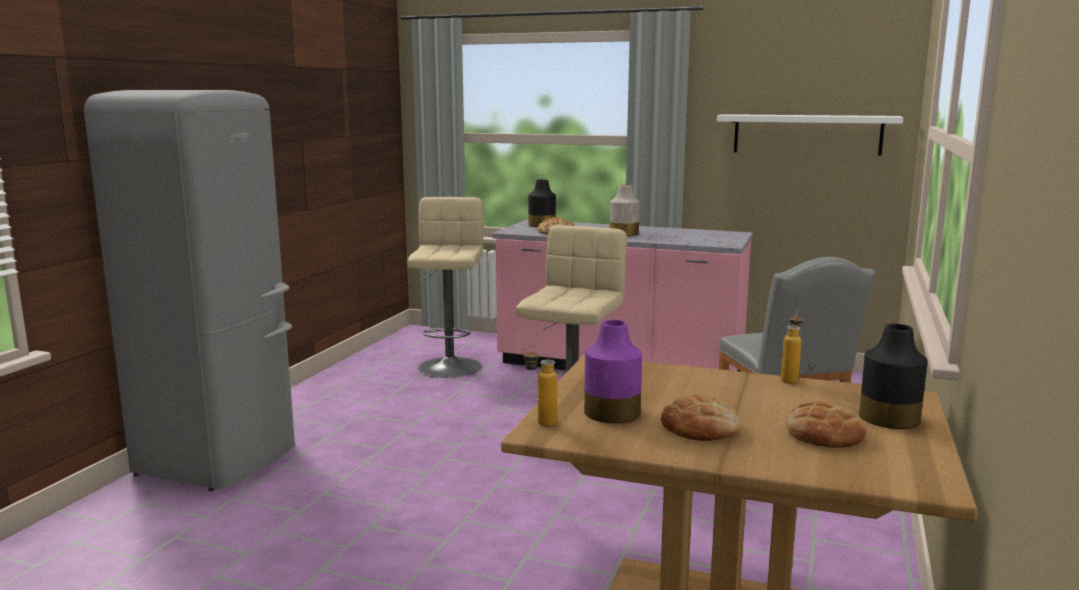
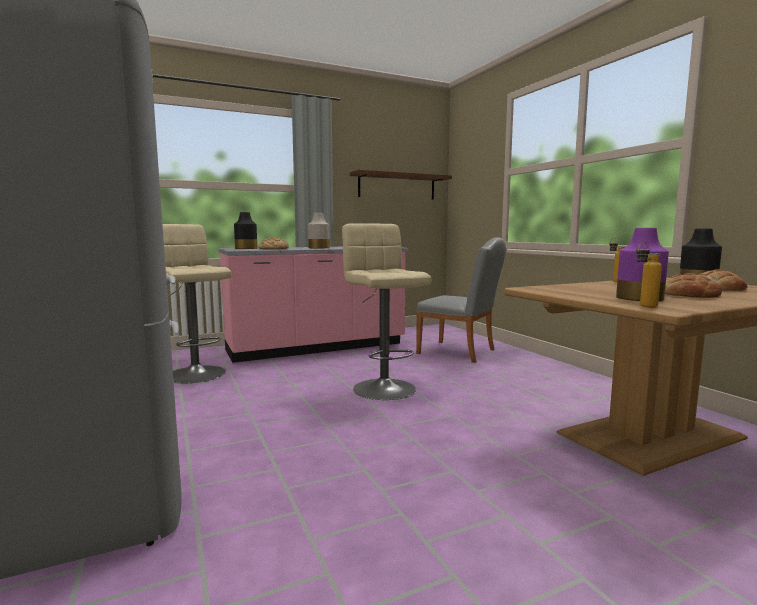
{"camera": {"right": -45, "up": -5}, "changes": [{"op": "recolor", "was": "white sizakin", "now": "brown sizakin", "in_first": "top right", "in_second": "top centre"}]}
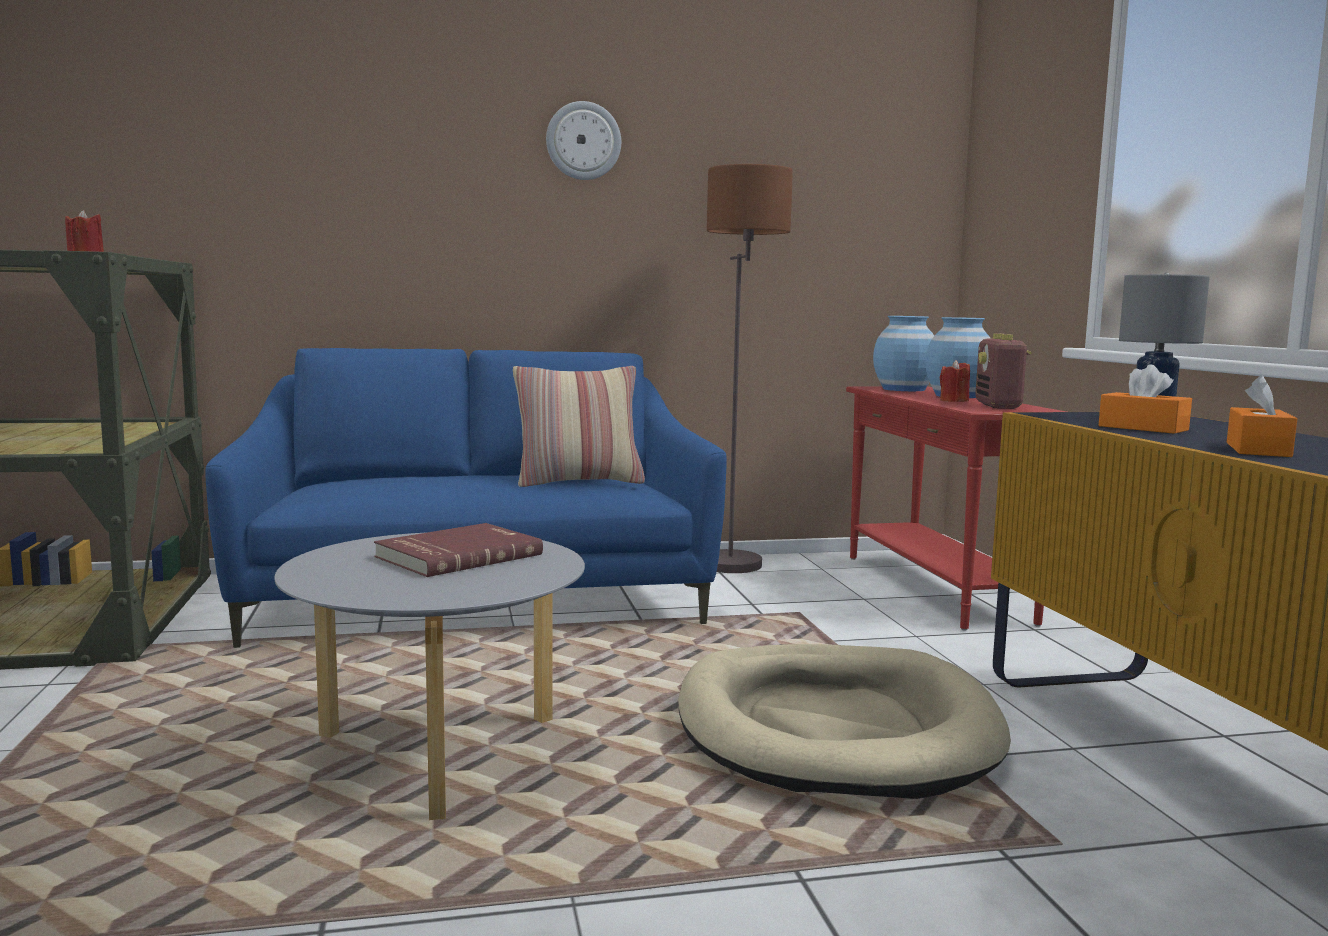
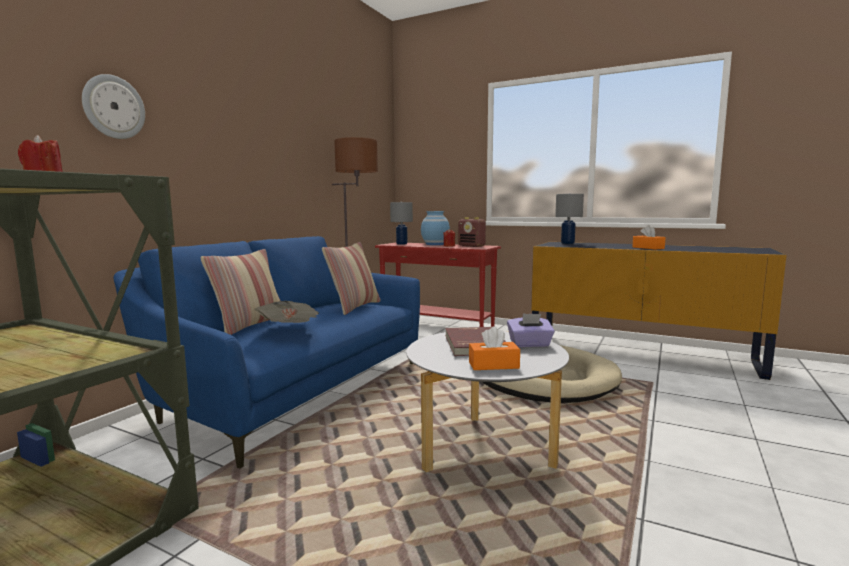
{"camera": {"right": -50, "up": 0}, "changes": [{"op": "move", "was": "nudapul", "in_first": "top centre", "in_second": "top left"}, {"op": "replace", "was": "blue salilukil (1st from left)", "now": "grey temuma (1st from left)", "in_first": "middle right", "in_second": "centre"}, {"op": "move", "was": "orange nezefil (1st from left)", "in_first": "middle right", "in_second": "centre"}, {"op": "insert", "now": "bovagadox (1st from left)", "in_second": "middle left"}, {"op": "insert", "now": "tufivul", "in_second": "centre"}, {"op": "insert", "now": "purple nezefil", "in_second": "centre"}]}
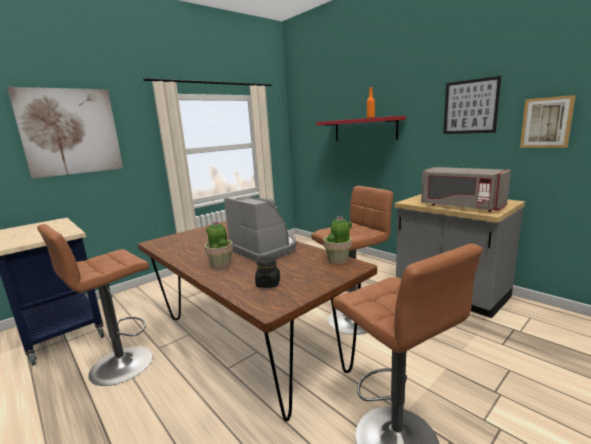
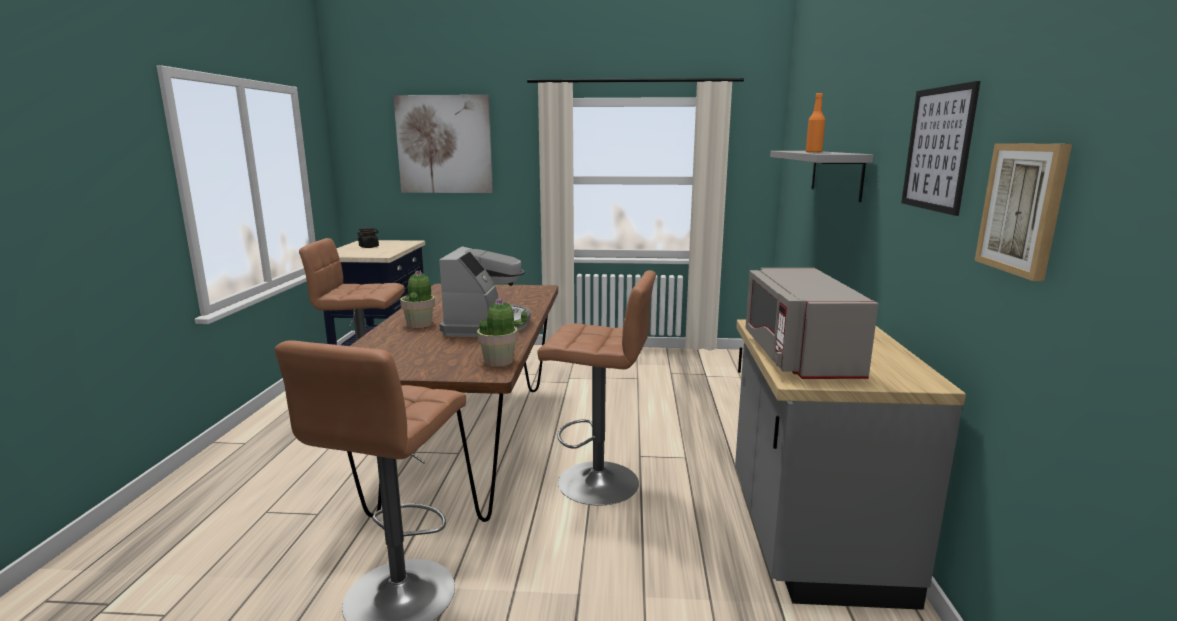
{"camera": {"right": 45, "up": 0}, "changes": [{"op": "move", "was": "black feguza", "in_first": "centre", "in_second": "middle left"}, {"op": "recolor", "was": "red sizakin", "now": "grey sizakin", "in_first": "top centre", "in_second": "top right"}]}
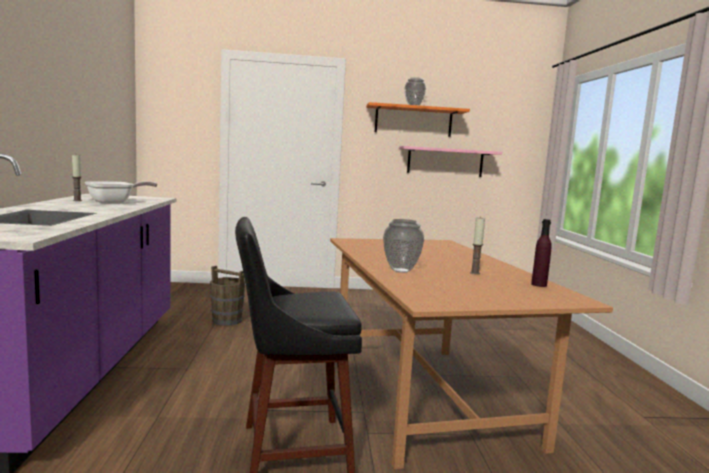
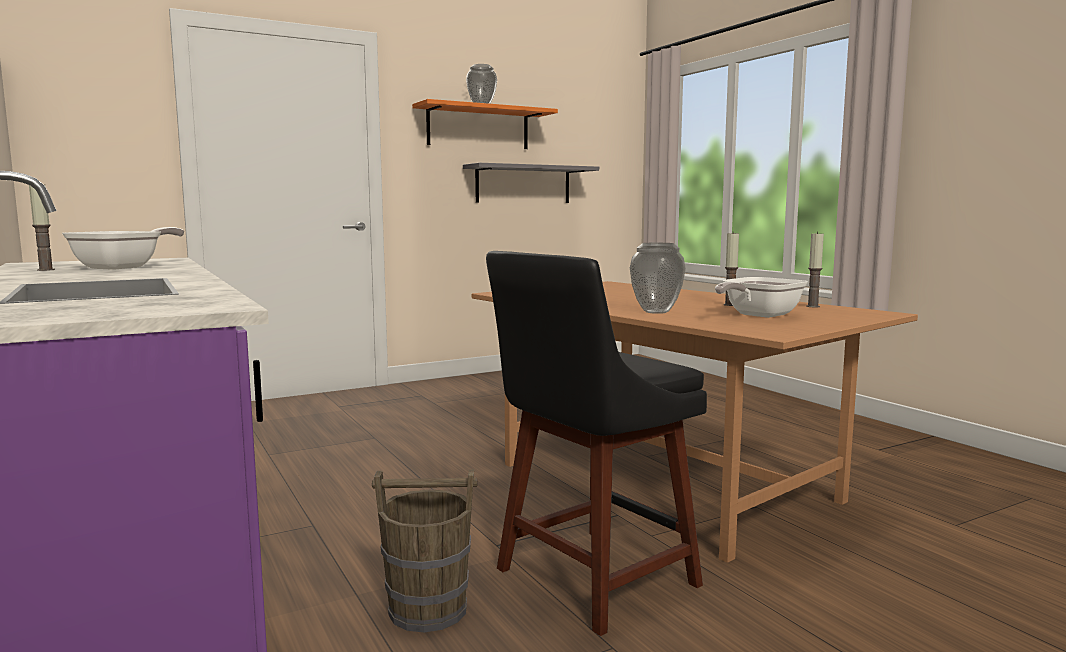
{"camera": {"right": -25, "up": 0}, "changes": [{"op": "move", "was": "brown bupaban", "in_first": "middle left", "in_second": "bottom centre"}, {"op": "recolor", "was": "pink sizakin", "now": "grey sizakin", "in_first": "centre", "in_second": "top centre"}, {"op": "replace", "was": "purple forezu", "now": "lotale (3rd from left)", "in_first": "middle right", "in_second": "middle right"}, {"op": "insert", "now": "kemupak (2nd from left)", "in_second": "middle right"}]}
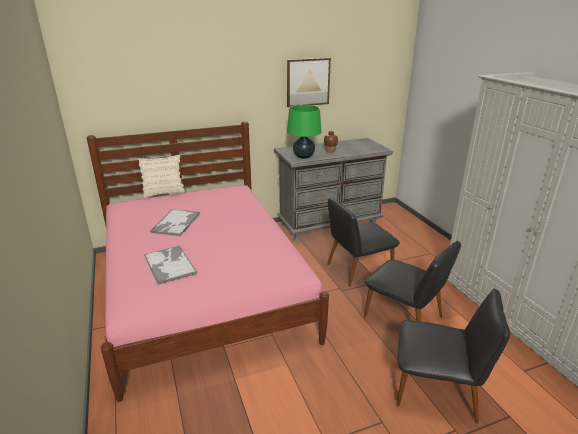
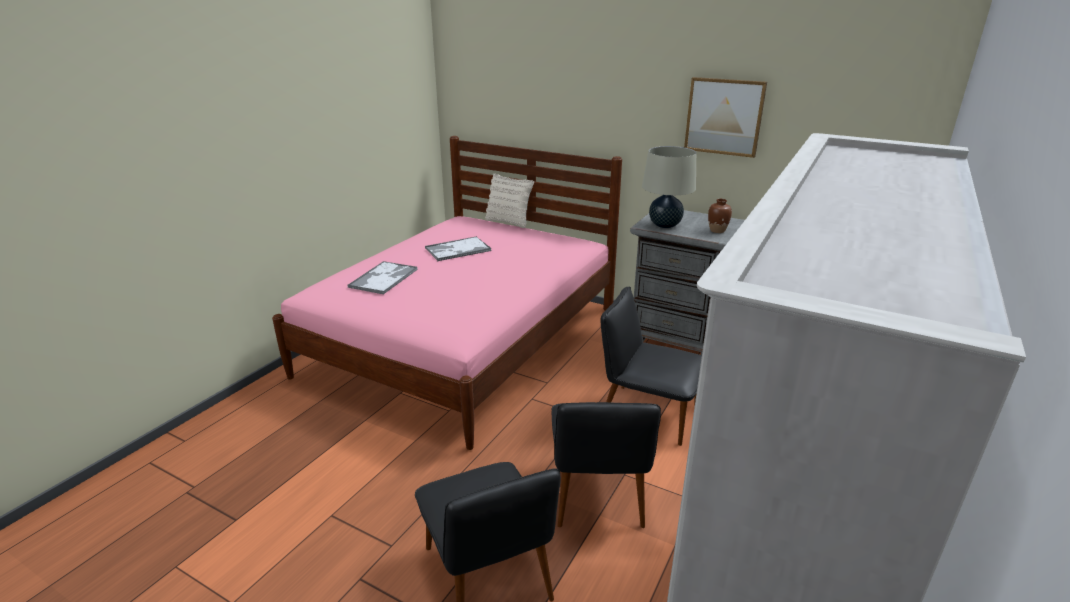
{"camera": {"right": 50, "up": 0}, "changes": [{"op": "recolor", "was": "green temuma", "now": "beige temuma", "in_first": "top centre", "in_second": "top centre"}]}
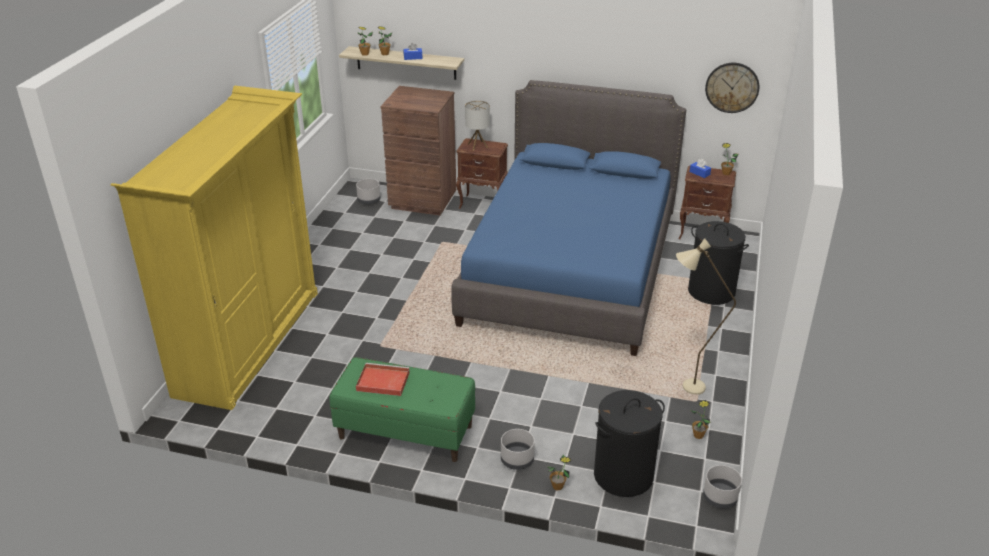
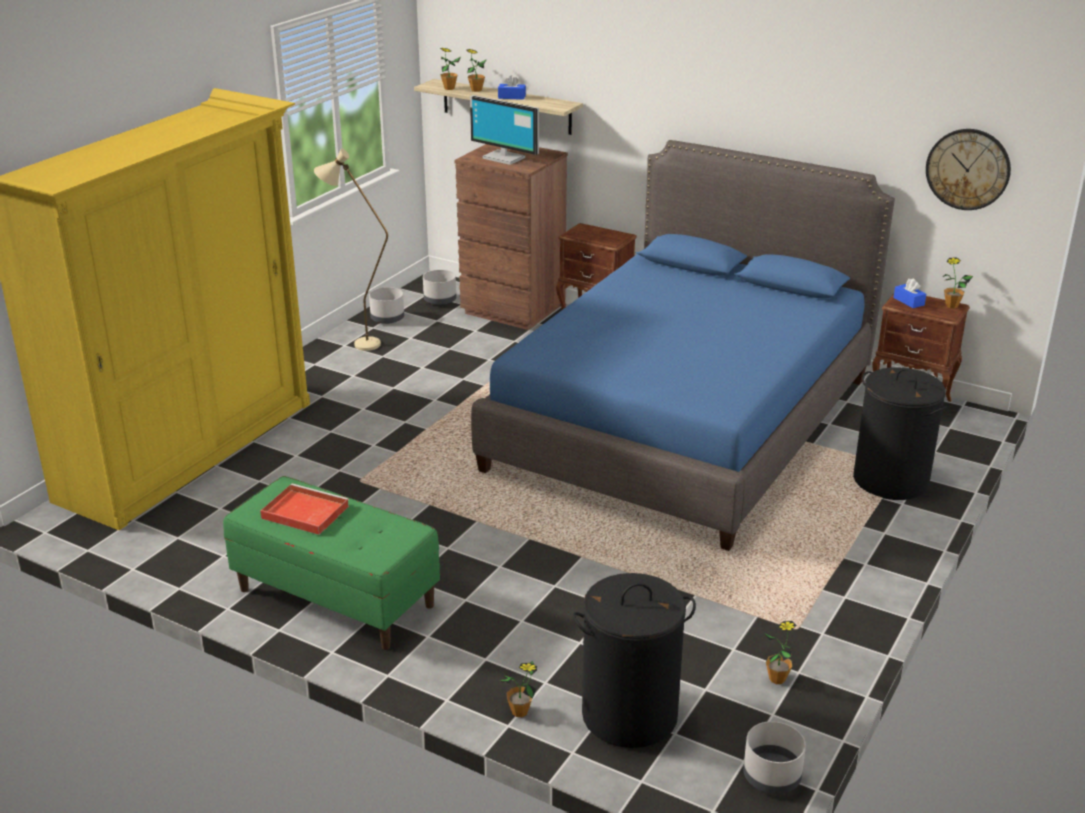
{"camera": {"right": 15, "up": -5}, "changes": [{"op": "delete", "was": "temuma", "in_first": "top centre"}, {"op": "move", "was": "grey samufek (2nd from left in the first image)", "now": "grey samufek (1st from left)", "in_first": "bottom centre", "in_second": "centre"}, {"op": "move", "was": "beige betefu", "in_first": "middle right", "in_second": "top left"}, {"op": "insert", "now": "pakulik", "in_second": "top centre"}]}
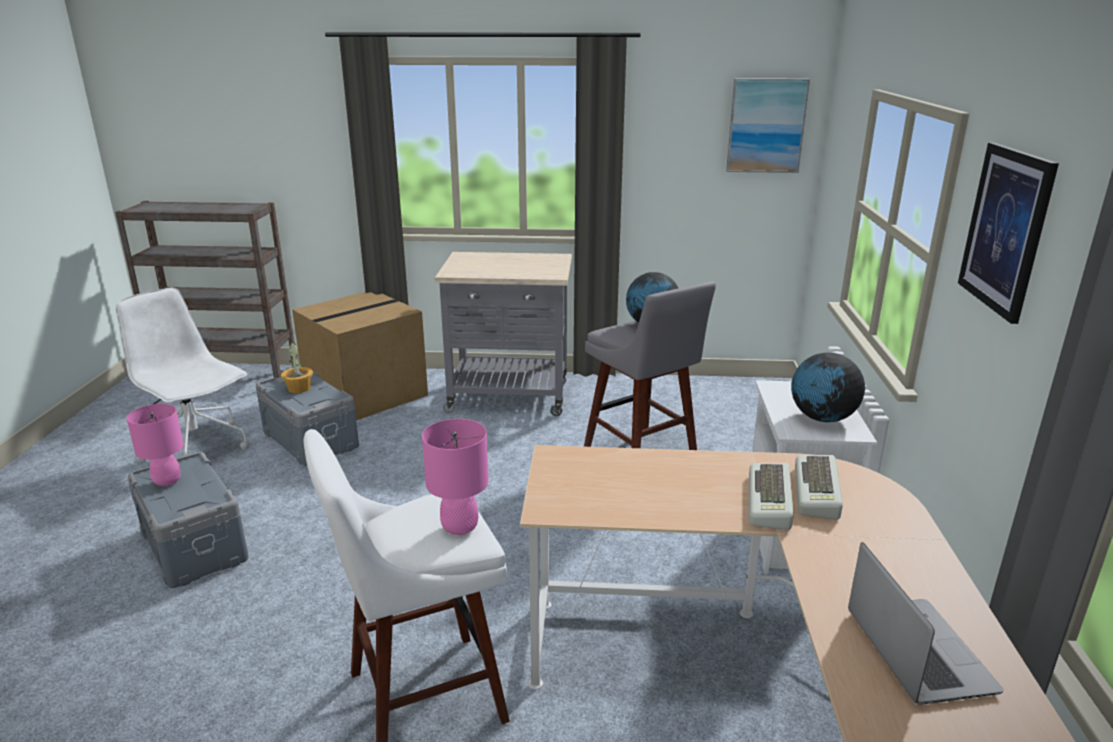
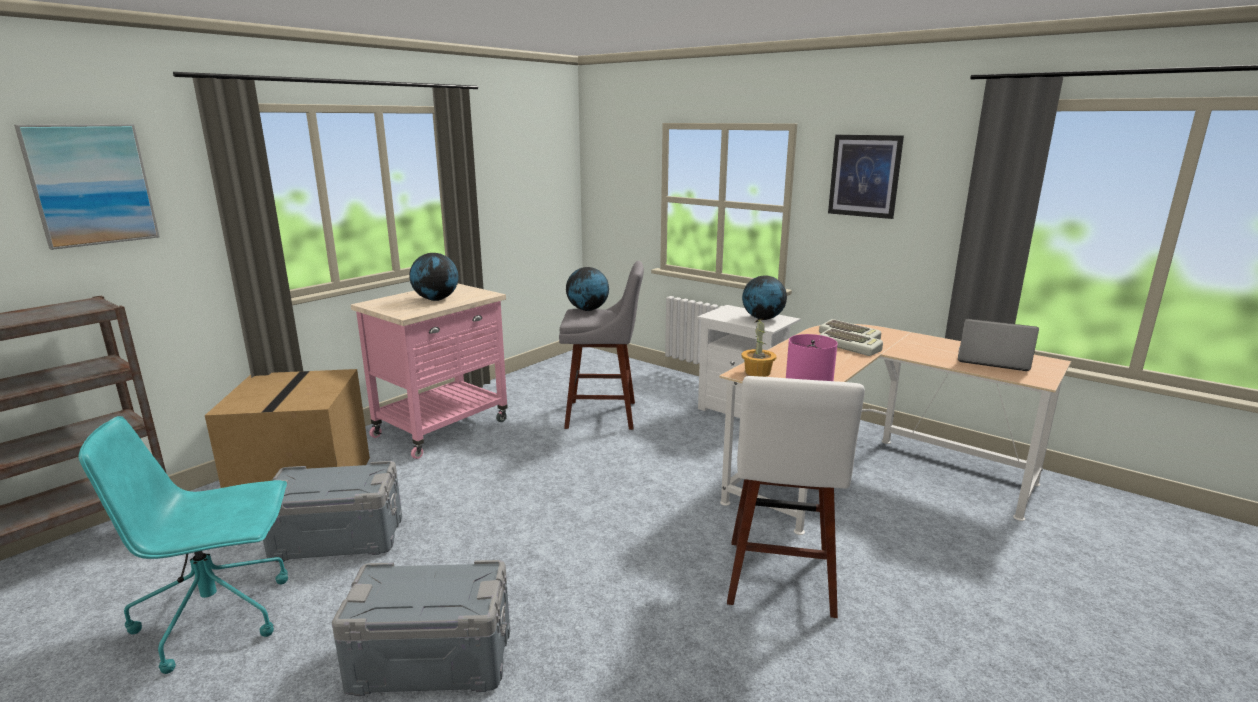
{"camera": {"right": -55, "up": -5}, "changes": [{"op": "recolor", "was": "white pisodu", "now": "turquoise pisodu", "in_first": "middle left", "in_second": "bottom left"}, {"op": "delete", "was": "pink temuma (1st from left)", "in_first": "middle left"}, {"op": "move", "was": "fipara", "in_first": "middle left", "in_second": "centre"}, {"op": "recolor", "was": "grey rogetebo", "now": "pink rogetebo", "in_first": "centre", "in_second": "centre"}, {"op": "move", "was": "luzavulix (1st from left)", "in_first": "top right", "in_second": "top left"}, {"op": "insert", "now": "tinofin (1st from left)", "in_second": "centre"}]}
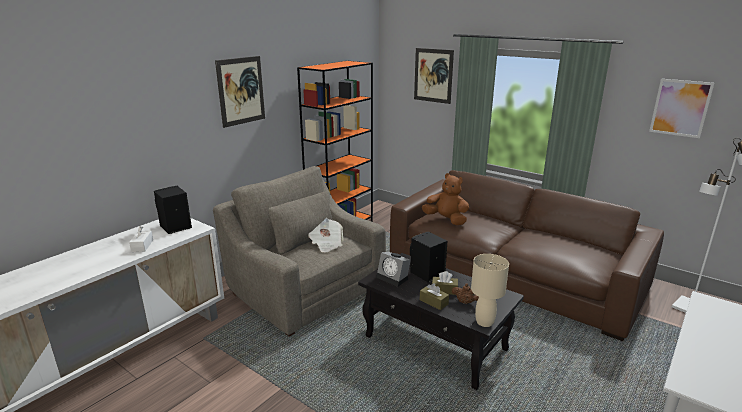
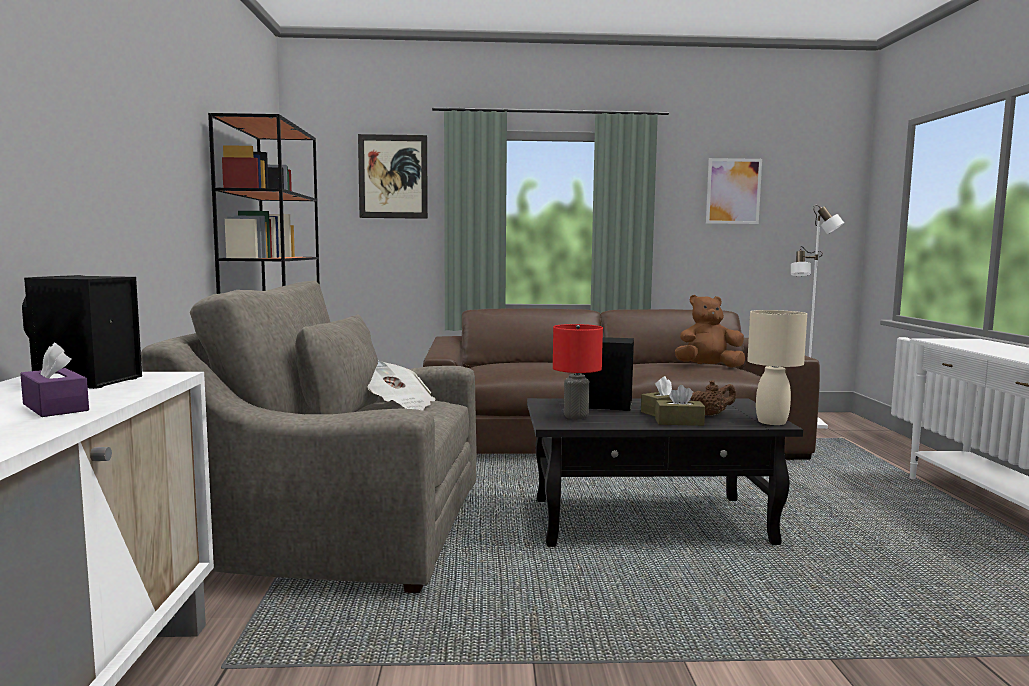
{"camera": {"right": -40, "up": -15}, "changes": [{"op": "recolor", "was": "white nezefil", "now": "purple nezefil", "in_first": "middle left", "in_second": "middle left"}, {"op": "delete", "was": "luzavulix (1st from left)", "in_first": "top left"}, {"op": "replace", "was": "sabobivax", "now": "red temuma", "in_first": "centre", "in_second": "centre"}, {"op": "move", "was": "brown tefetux", "in_first": "centre", "in_second": "middle right"}]}
